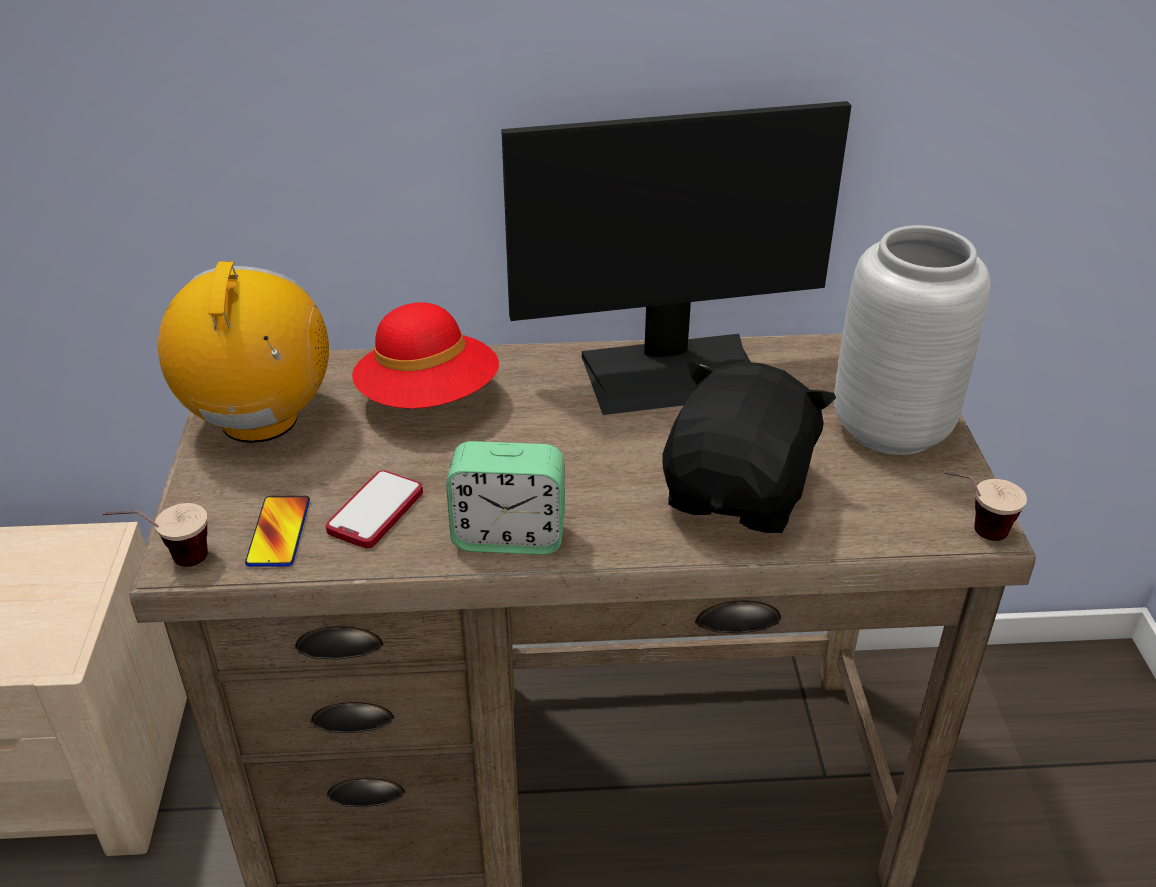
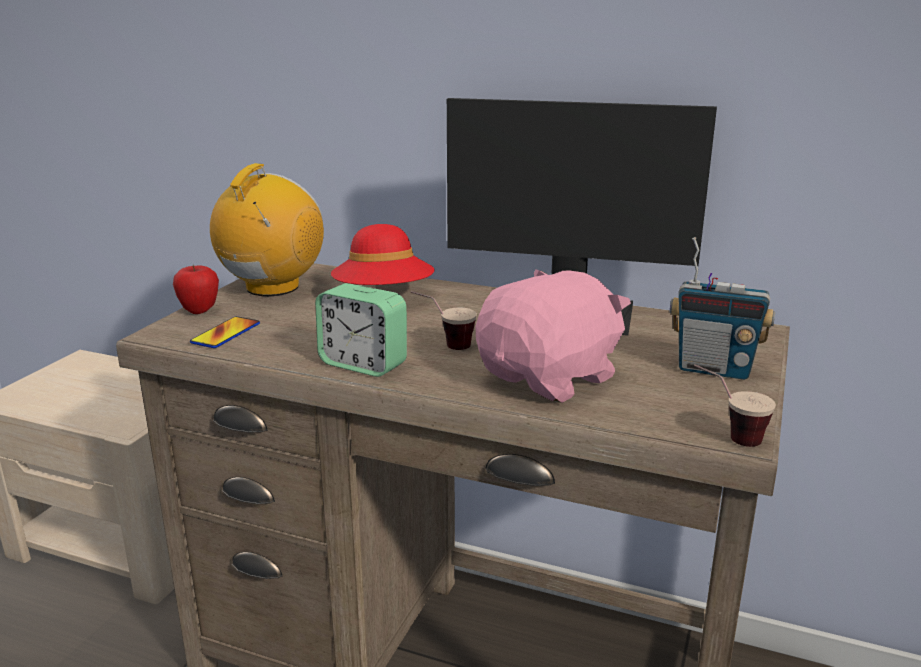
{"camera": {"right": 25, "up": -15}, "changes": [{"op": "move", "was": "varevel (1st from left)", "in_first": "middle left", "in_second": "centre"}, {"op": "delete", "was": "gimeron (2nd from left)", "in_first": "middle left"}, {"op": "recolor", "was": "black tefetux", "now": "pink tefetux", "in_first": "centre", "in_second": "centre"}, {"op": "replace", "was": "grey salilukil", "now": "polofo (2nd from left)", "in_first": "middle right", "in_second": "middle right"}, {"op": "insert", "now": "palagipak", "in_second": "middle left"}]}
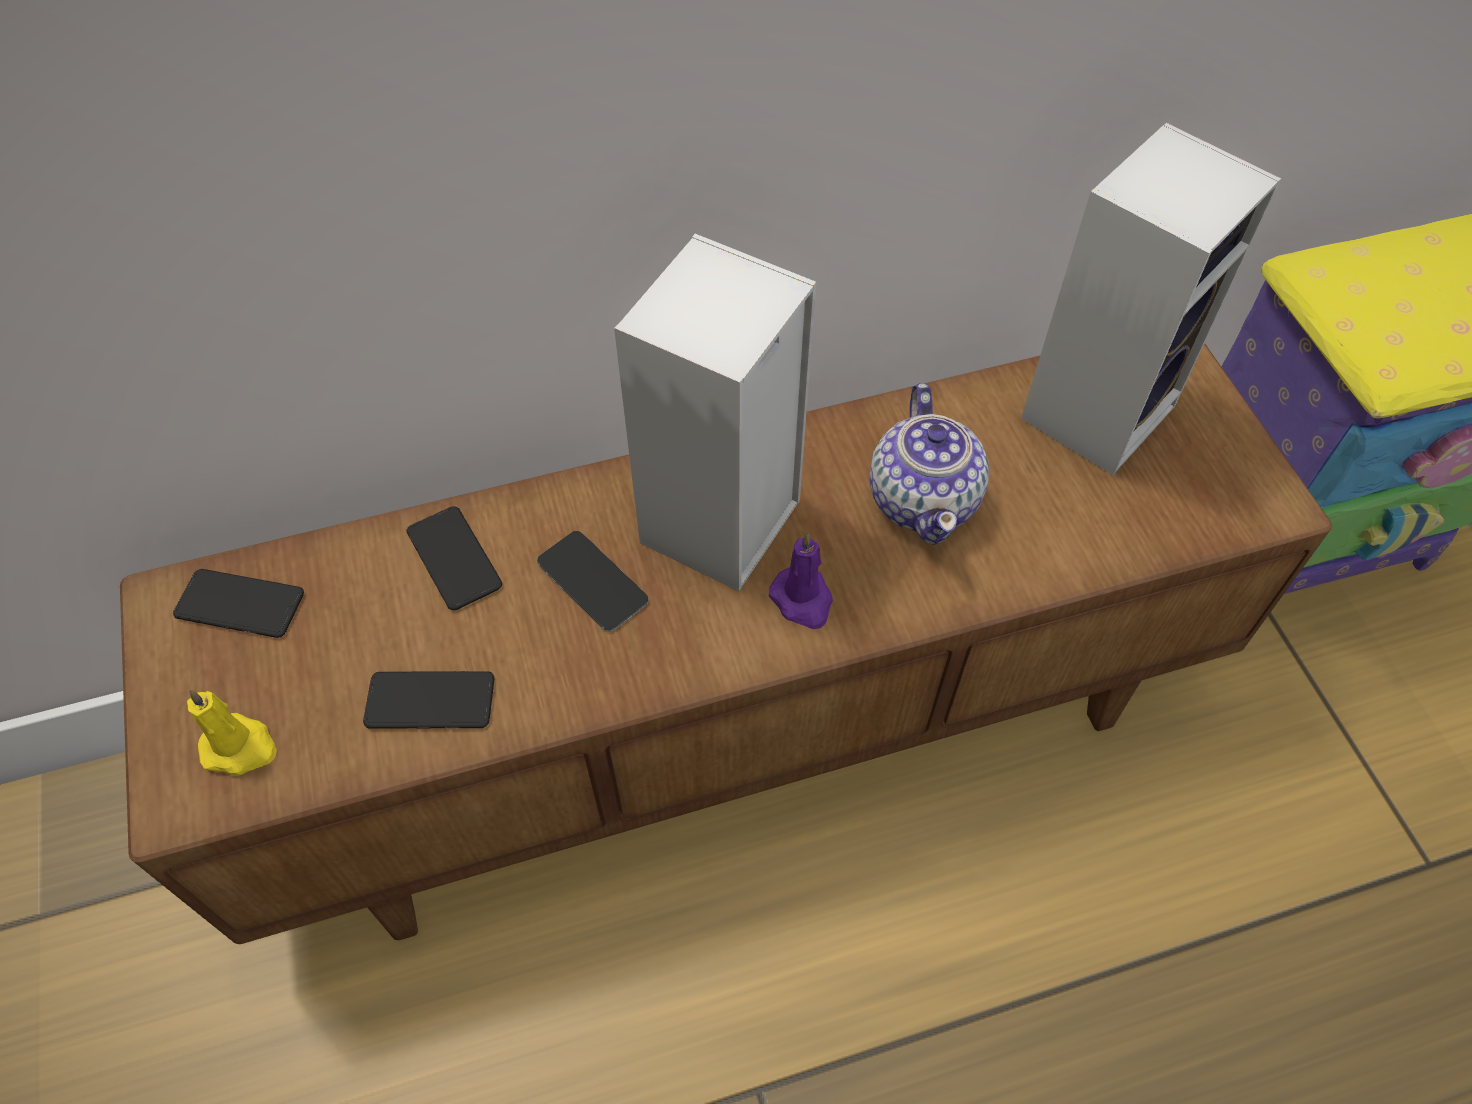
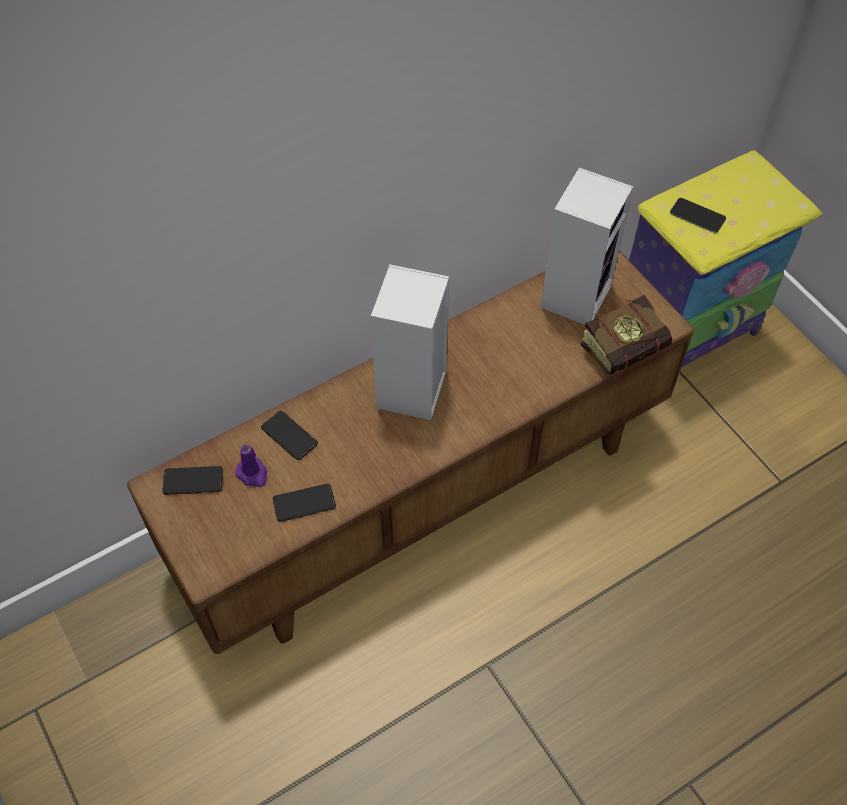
{"camera": {"right": -15, "up": 0}, "changes": [{"op": "delete", "was": "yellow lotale", "in_first": "middle left"}, {"op": "move", "was": "gimeron (4th from left)", "in_first": "centre", "in_second": "top right"}, {"op": "move", "was": "purple lotale", "in_first": "centre", "in_second": "middle left"}, {"op": "delete", "was": "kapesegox", "in_first": "centre"}, {"op": "insert", "now": "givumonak", "in_second": "middle right"}]}
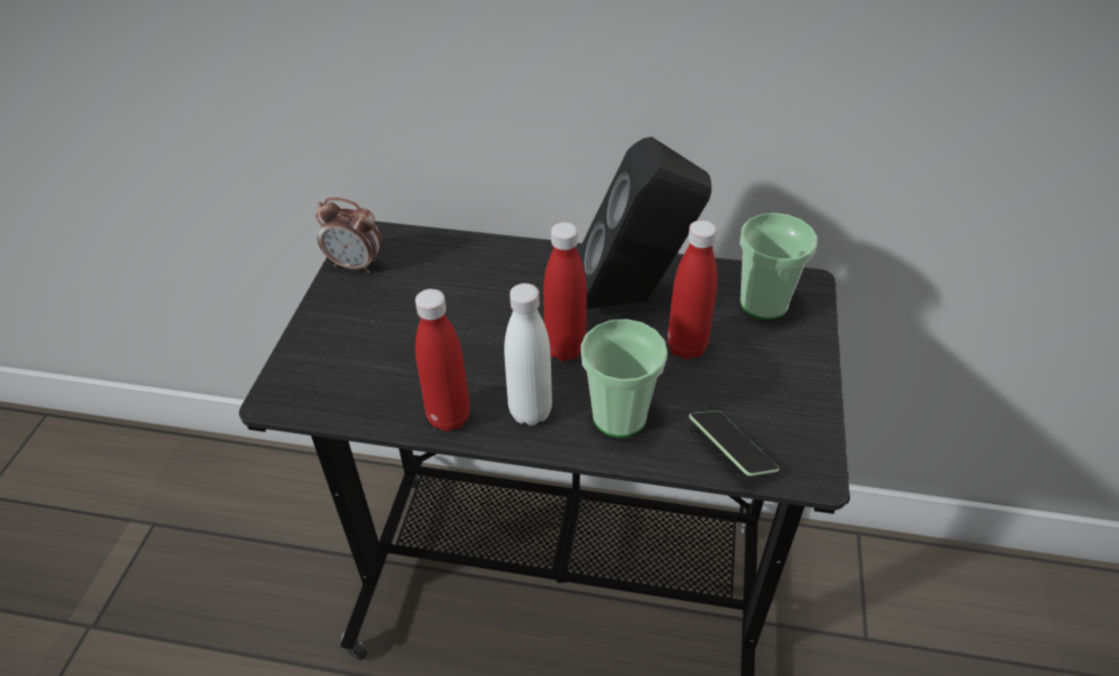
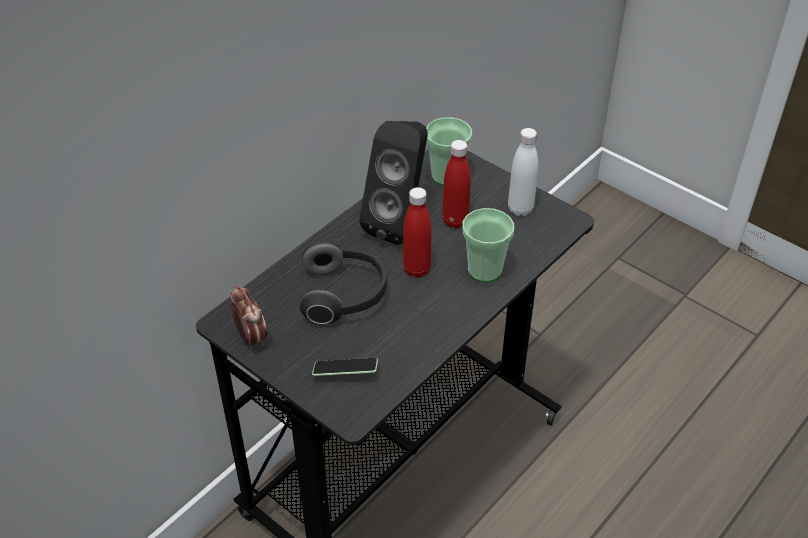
{"camera": {"right": -60, "up": 0}, "changes": [{"op": "rotate", "was": "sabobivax", "in_first": "middle left", "in_second": "middle left", "clockwise": -75}, {"op": "delete", "was": "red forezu (1st from left)", "in_first": "centre"}, {"op": "move", "was": "white forezu", "in_first": "centre", "in_second": "top centre"}, {"op": "move", "was": "gimeron", "in_first": "centre", "in_second": "bottom centre"}, {"op": "insert", "now": "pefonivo", "in_second": "centre"}]}
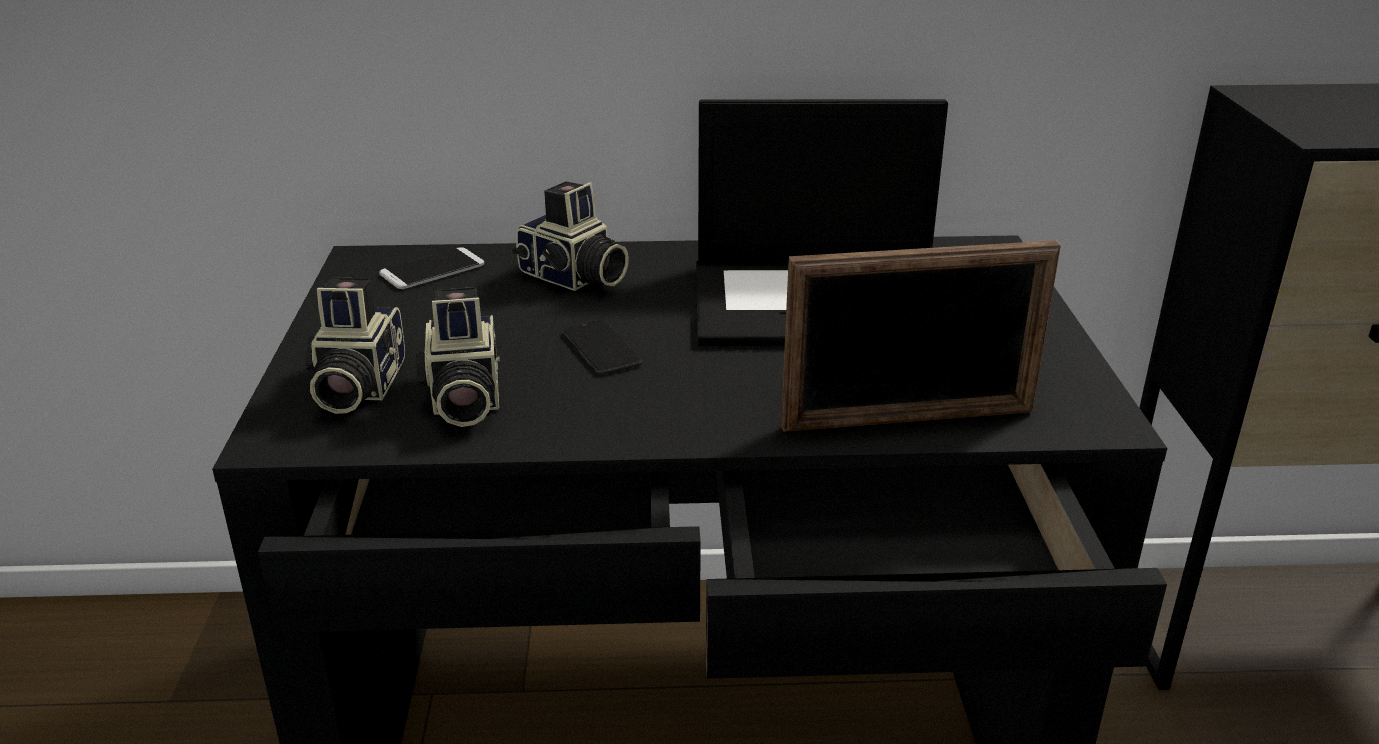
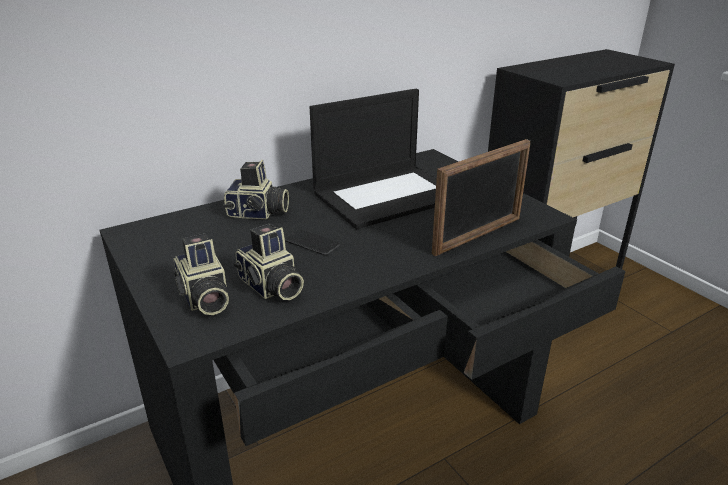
{"camera": {"right": -30, "up": 0}, "changes": [{"op": "delete", "was": "gimeron (1st from left)", "in_first": "middle left"}]}
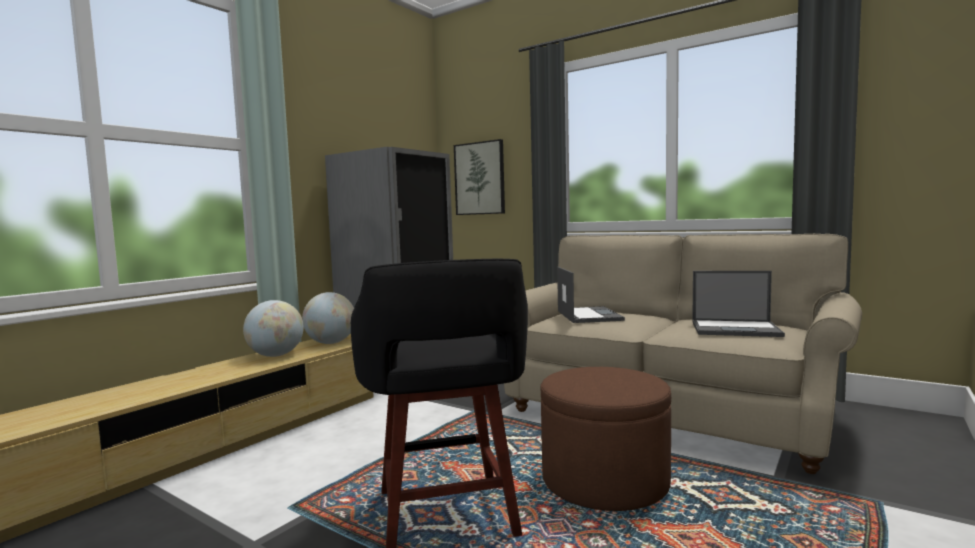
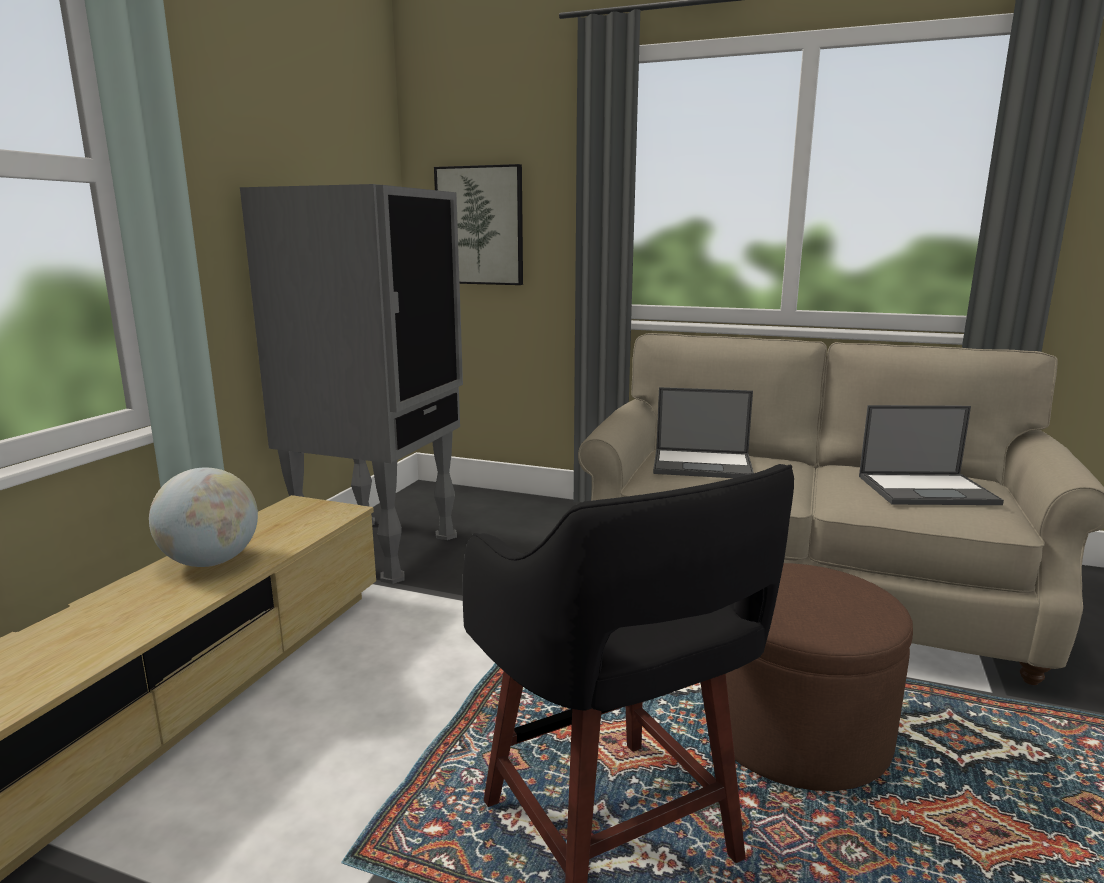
{"camera": {"right": -15, "up": 10}, "changes": [{"op": "delete", "was": "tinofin (2nd from left)", "in_first": "centre"}, {"op": "rotate", "was": "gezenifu (1st from left)", "in_first": "centre", "in_second": "centre", "clockwise": 120}]}
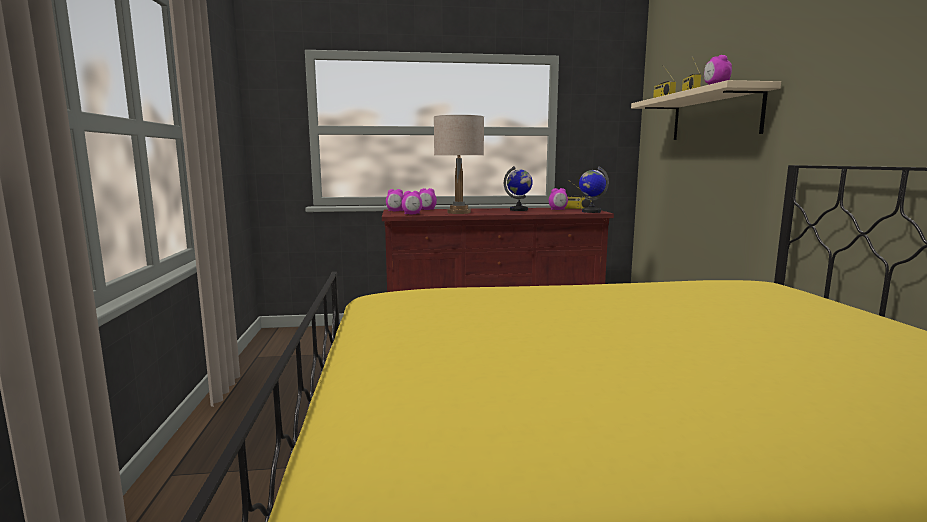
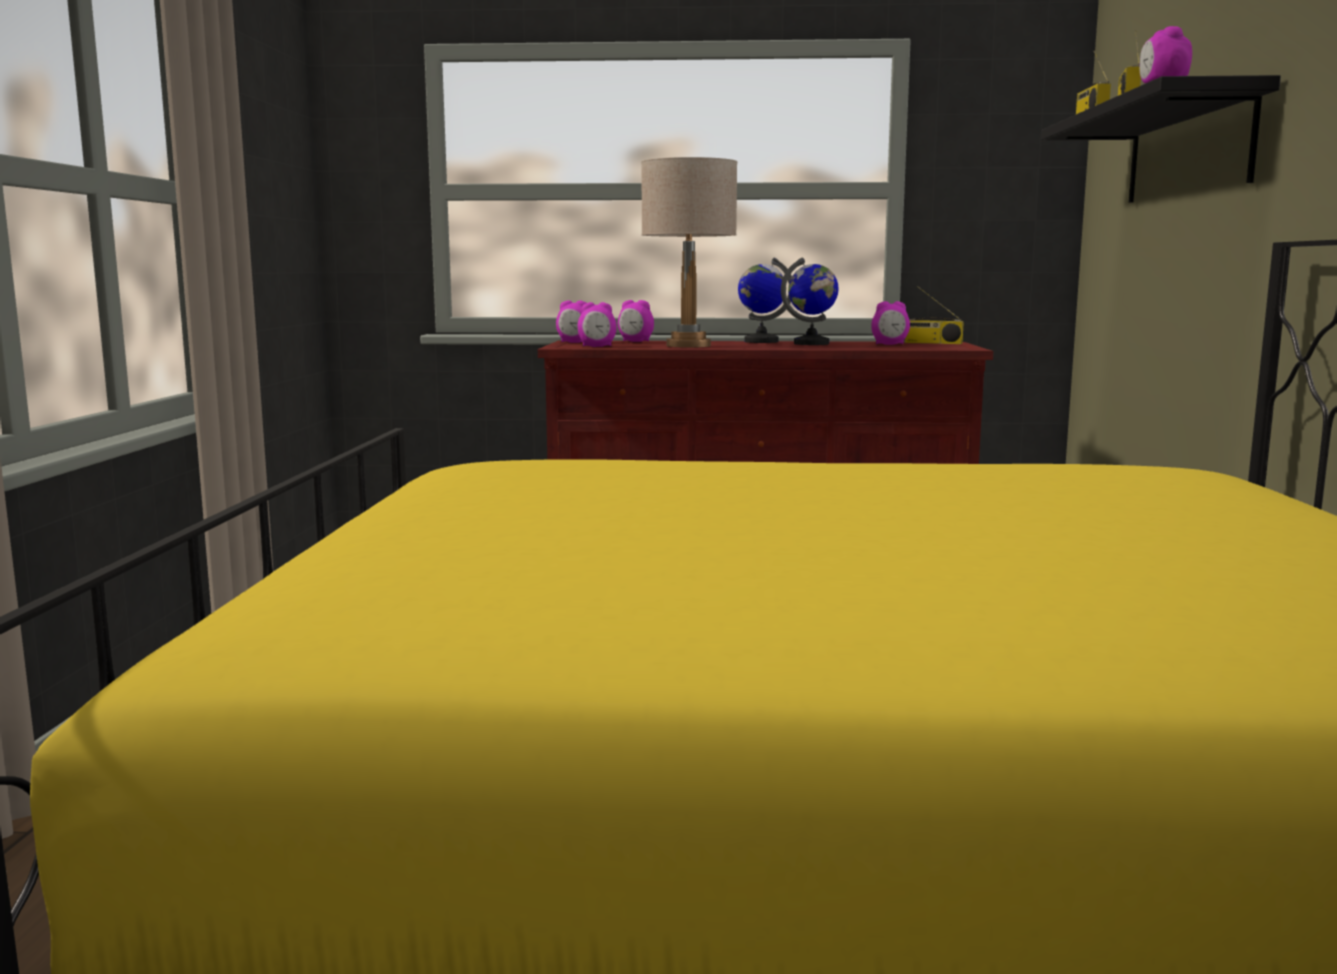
{"camera": {"right": 10, "up": 0}, "changes": [{"op": "move", "was": "tinofin (2nd from left in the first image)", "now": "tinofin (1st from left)", "in_first": "centre", "in_second": "top centre"}, {"op": "recolor", "was": "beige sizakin", "now": "black sizakin", "in_first": "top right", "in_second": "top right"}]}
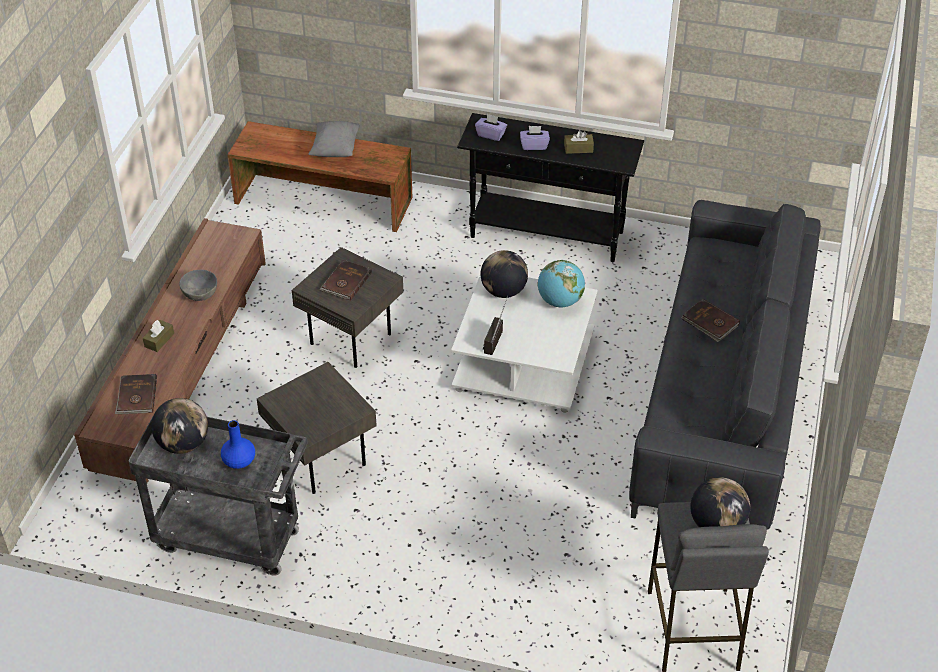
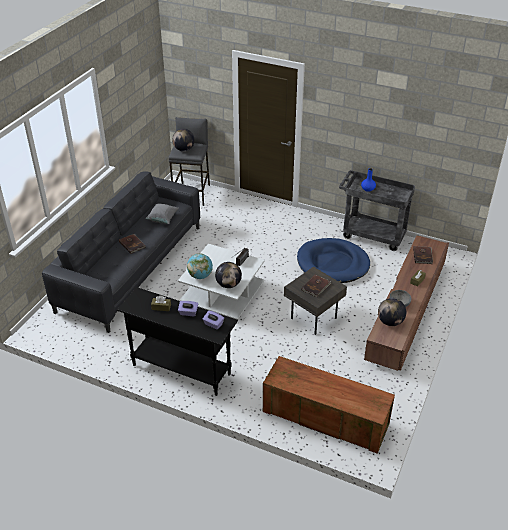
{"camera": {"right": -170, "up": -5}, "changes": [{"op": "move", "was": "tinofin (1st from left in the first image)", "now": "tinofin (4th from left)", "in_first": "middle left", "in_second": "middle right"}, {"op": "replace", "was": "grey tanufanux (1st from left)", "now": "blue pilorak", "in_first": "centre", "in_second": "centre"}, {"op": "move", "was": "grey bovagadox", "in_first": "top centre", "in_second": "middle left"}]}
